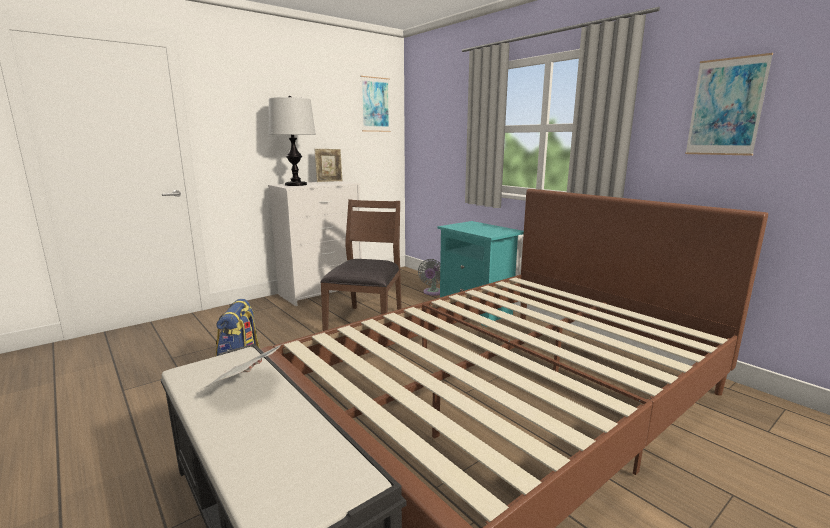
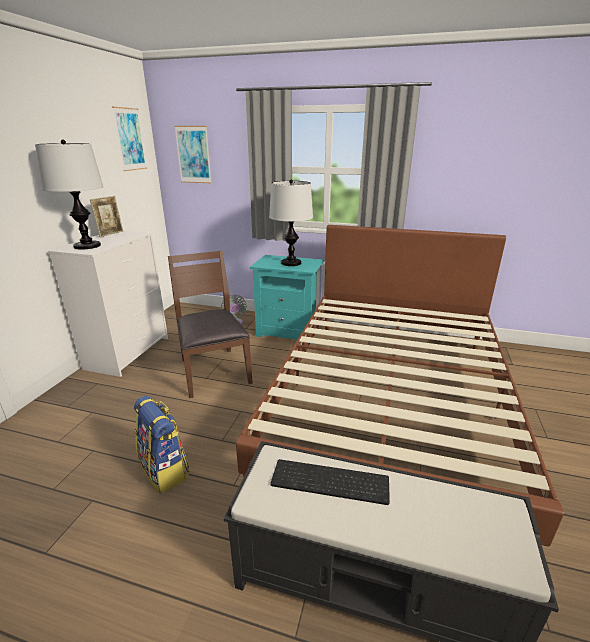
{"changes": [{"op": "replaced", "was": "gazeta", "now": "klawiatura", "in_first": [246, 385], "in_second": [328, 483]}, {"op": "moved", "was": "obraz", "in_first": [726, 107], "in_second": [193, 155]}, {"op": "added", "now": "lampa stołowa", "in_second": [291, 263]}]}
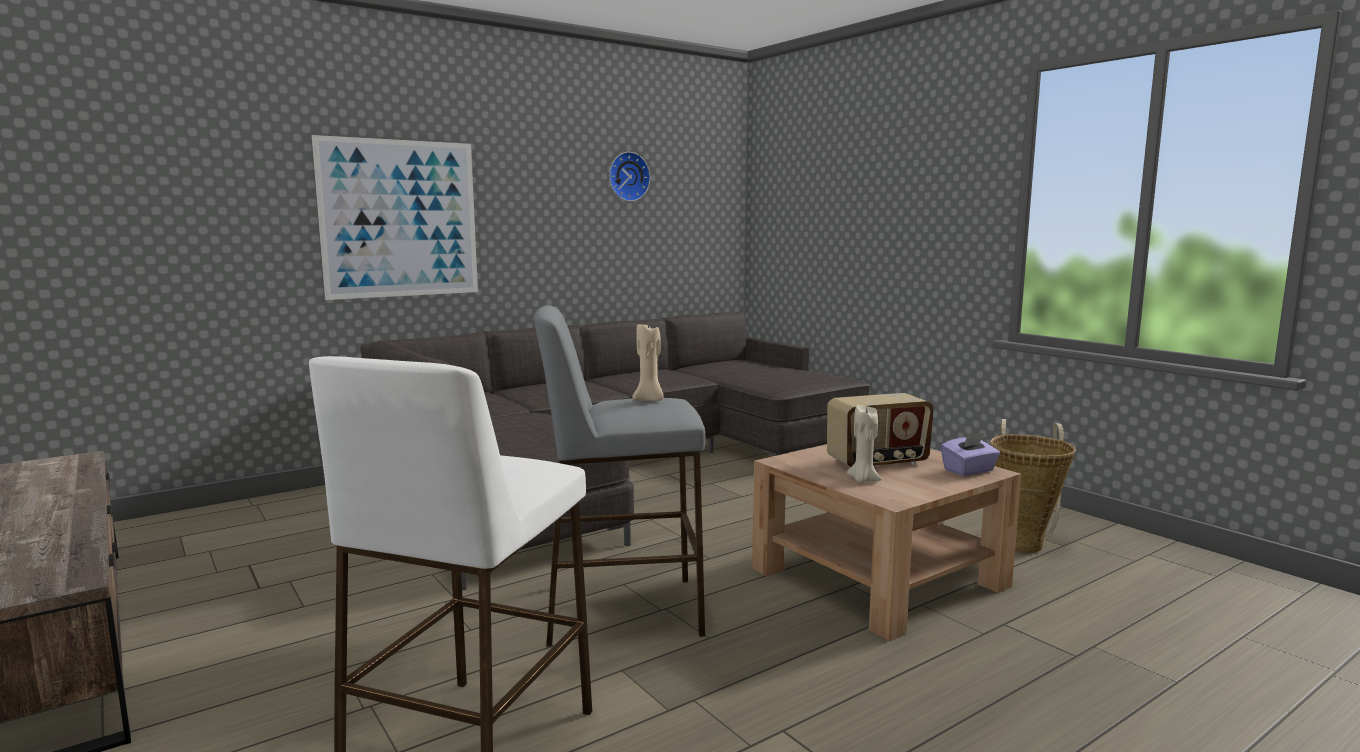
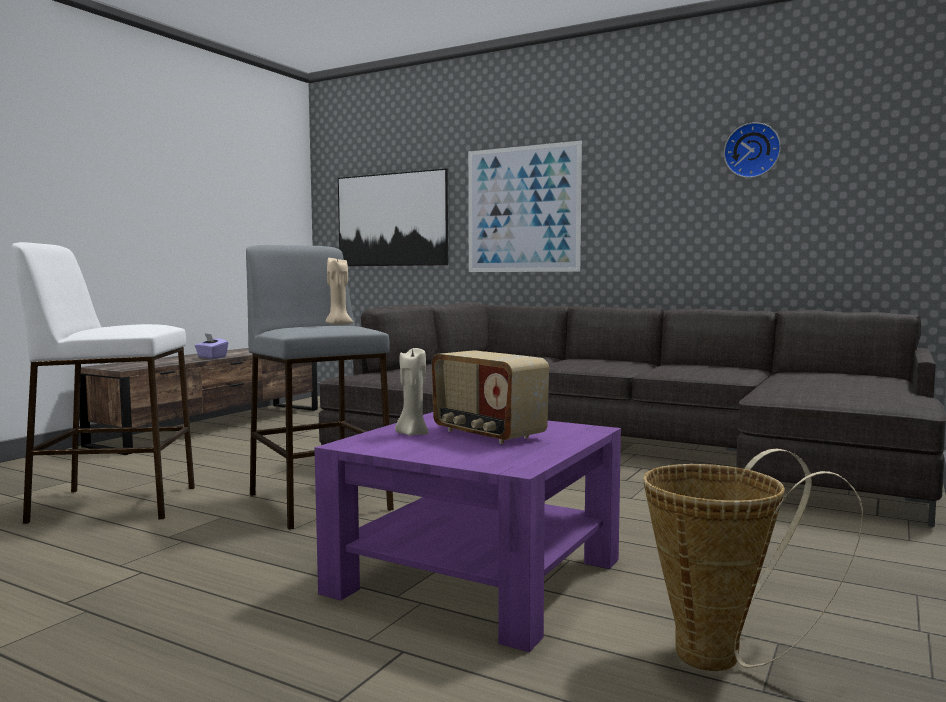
{"changes": [{"op": "recoloured", "was": "ława (brązowy)", "now": "ława (fioletowy)", "in_first": [878, 577], "in_second": [476, 576]}, {"op": "moved", "was": "pudełko chusteczek (fioletowy)", "in_first": [969, 471], "in_second": [211, 357]}, {"op": "added", "now": "obraz", "in_second": [391, 220]}]}
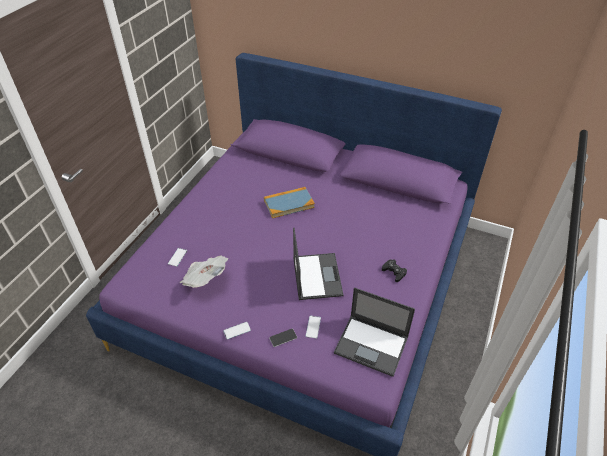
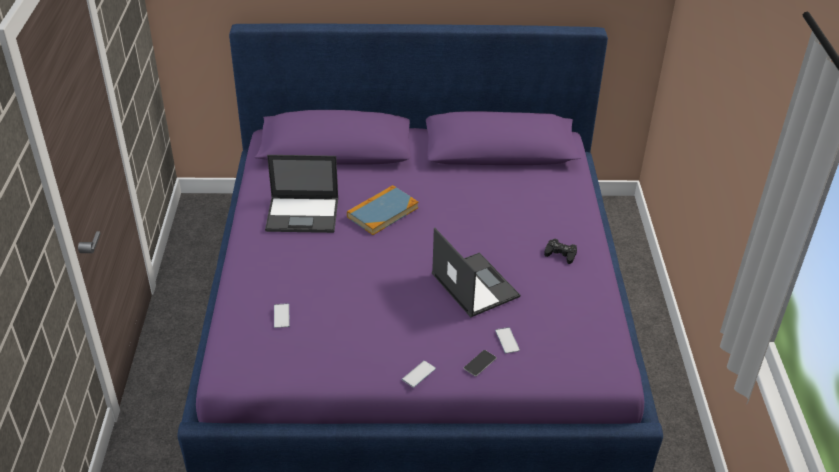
{"changes": [{"op": "removed", "was": "gazeta", "in_first": [205, 279]}, {"op": "moved", "was": "laptop", "in_first": [372, 345], "in_second": [303, 214]}]}
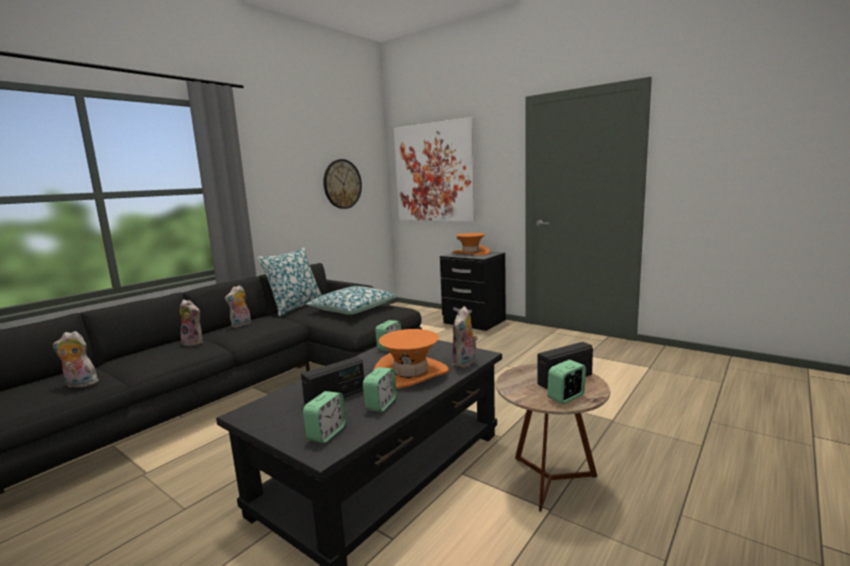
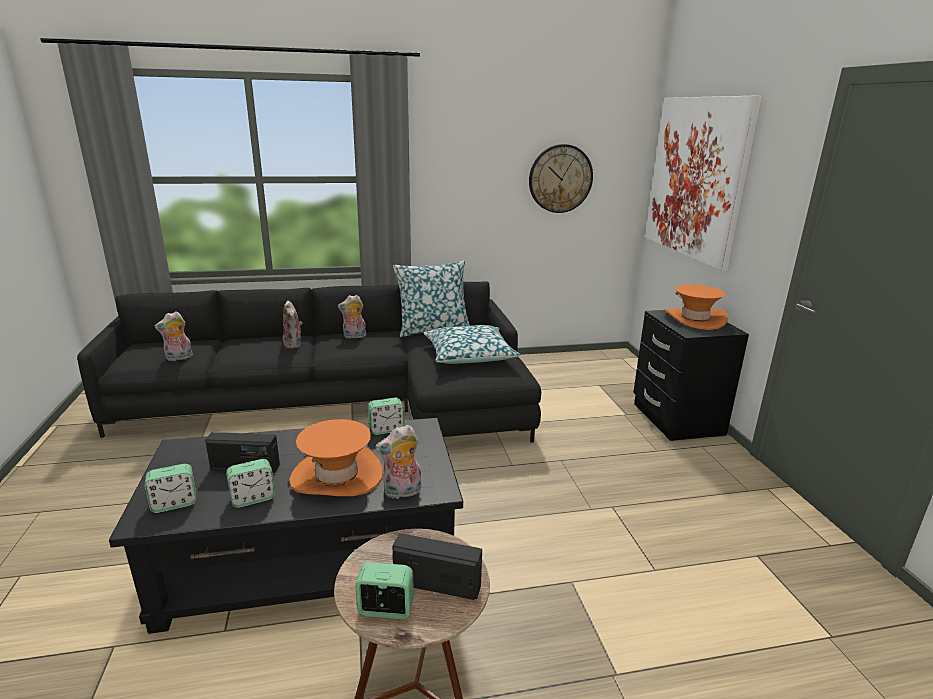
{"changes": [{"op": "turned", "was": "pluszak", "in_first": [79, 385], "in_second": [179, 358], "clockwise": -75}]}
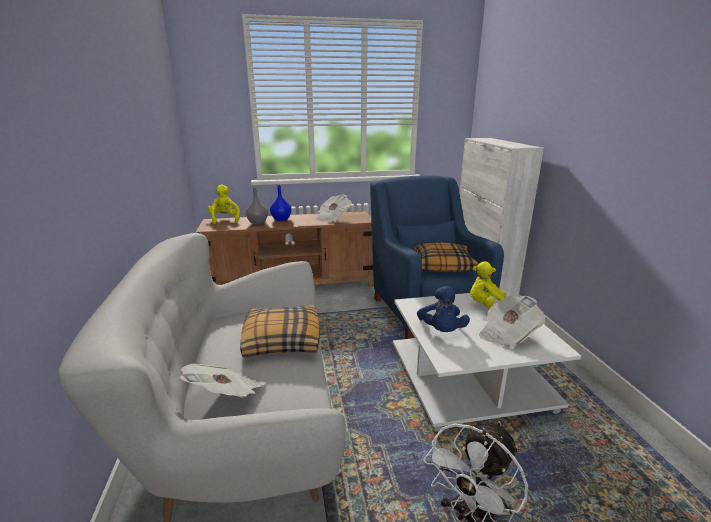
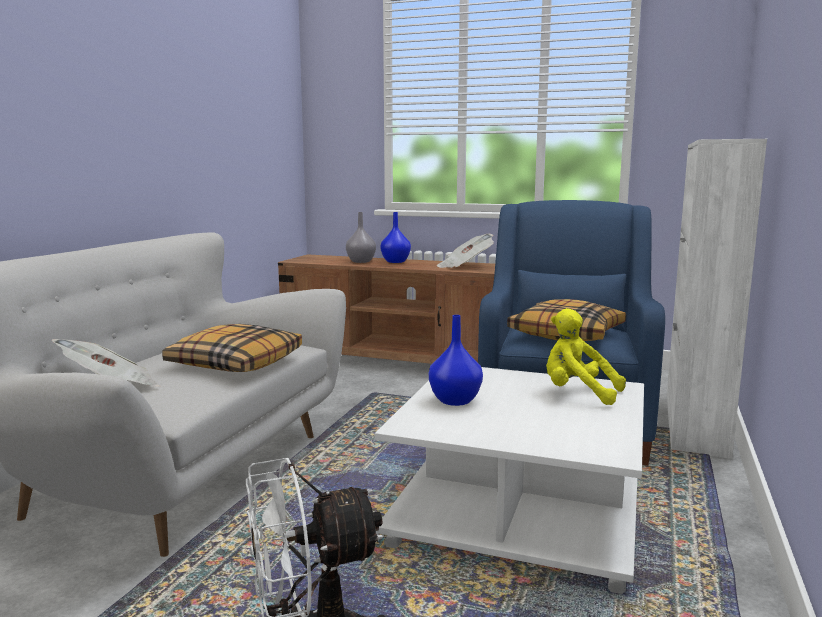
{"changes": [{"op": "removed", "was": "pluszak (żółty)", "in_first": [224, 220]}, {"op": "replaced", "was": "pluszak (niebieski)", "now": "wazon (niebieski)", "in_first": [441, 331], "in_second": [454, 401]}, {"op": "removed", "was": "gazeta", "in_first": [507, 334]}]}
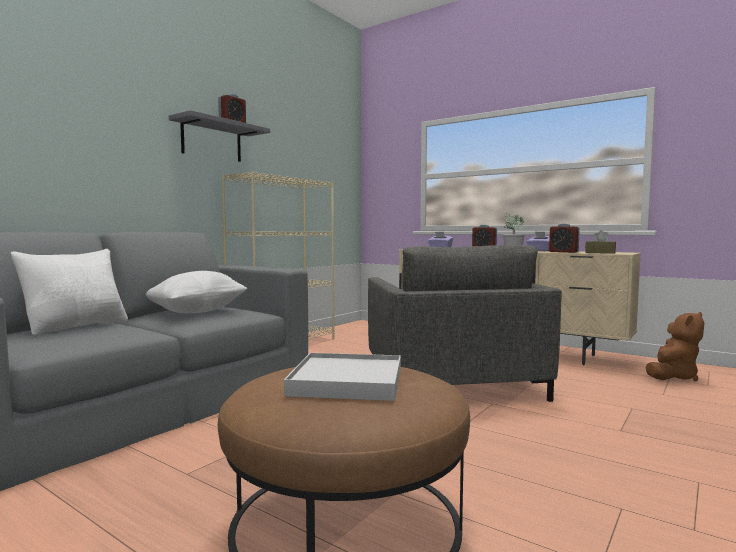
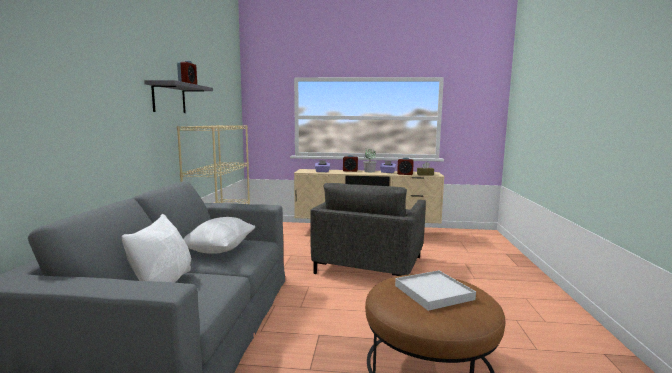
{"changes": [{"op": "turned", "was": "fotel (szary)", "in_first": [451, 383], "in_second": [369, 265], "clockwise": 60}, {"op": "removed", "was": "pluszak (brązowy)", "in_first": [672, 376]}]}
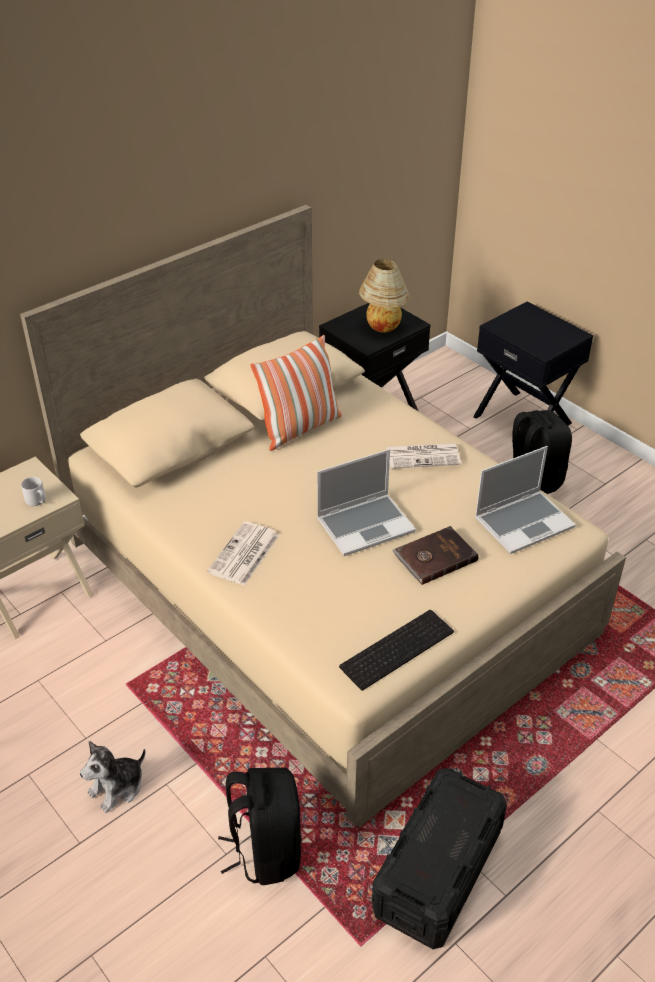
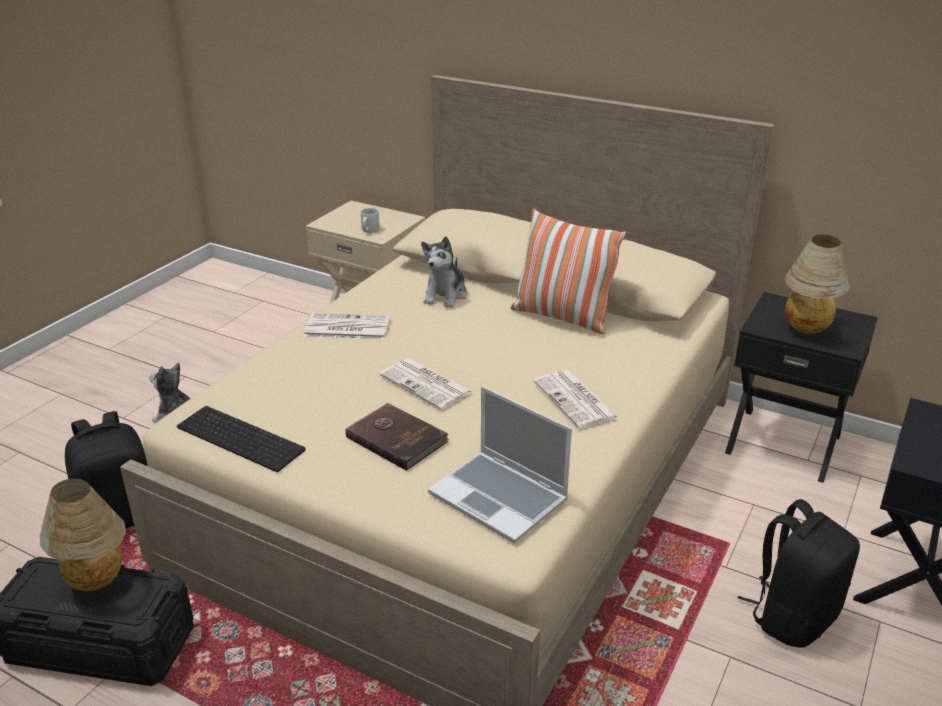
{"changes": [{"op": "replaced", "was": "laptop", "now": "gazeta", "in_first": [366, 525], "in_second": [427, 384]}, {"op": "added", "now": "lampa stołowa", "in_second": [98, 583]}, {"op": "added", "now": "pluszak", "in_second": [445, 295]}]}
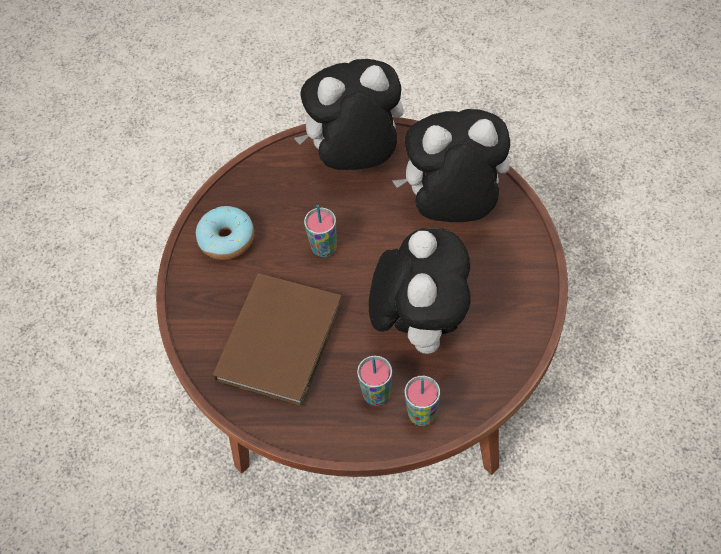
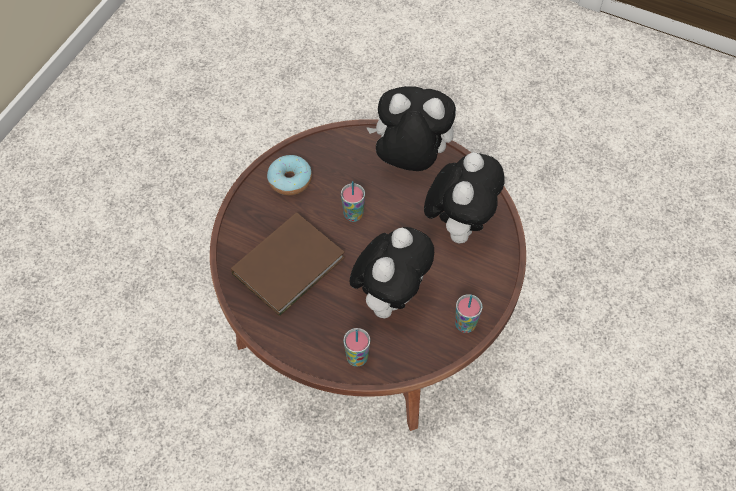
{"changes": [{"op": "moved", "was": "filiżanka", "in_first": [376, 394], "in_second": [465, 325]}, {"op": "turned", "was": "pluszak", "in_first": [452, 207], "in_second": [459, 224], "clockwise": 90}]}
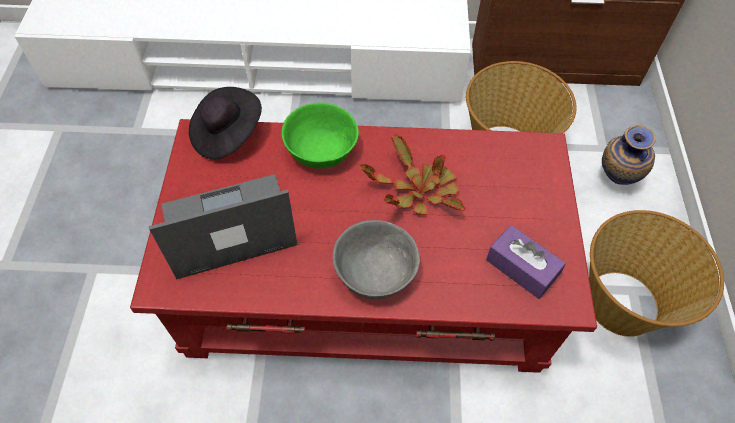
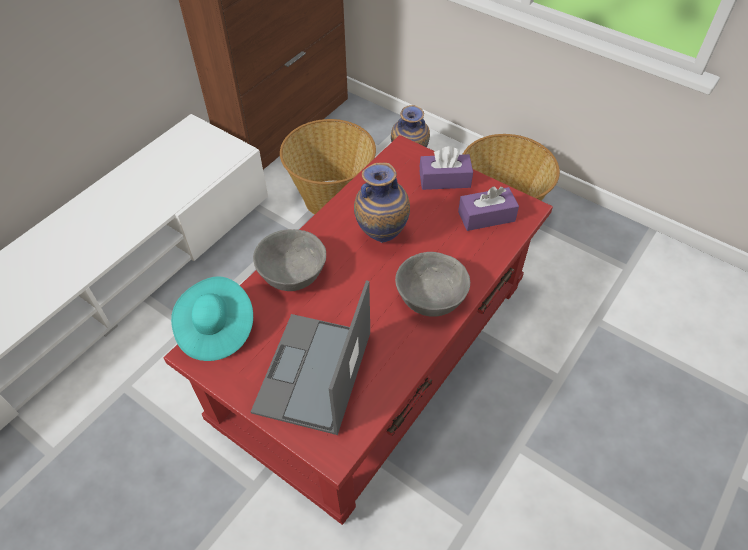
{"changes": [{"op": "recoloured", "was": "kapelusz (czarny)", "now": "kapelusz (turkusowy)", "in_first": [226, 134], "in_second": [216, 330]}, {"op": "recoloured", "was": "miska (zielony)", "now": "miska (szary)", "in_first": [321, 150], "in_second": [292, 273]}, {"op": "replaced", "was": "roślina doniczkowa", "now": "wazon", "in_first": [417, 192], "in_second": [381, 236]}, {"op": "added", "now": "pudełko chusteczek (fioletowy)", "in_second": [444, 179]}]}
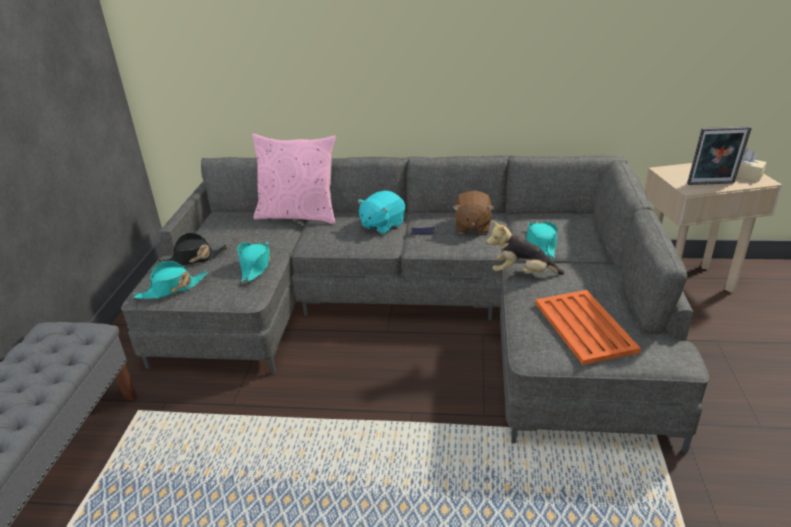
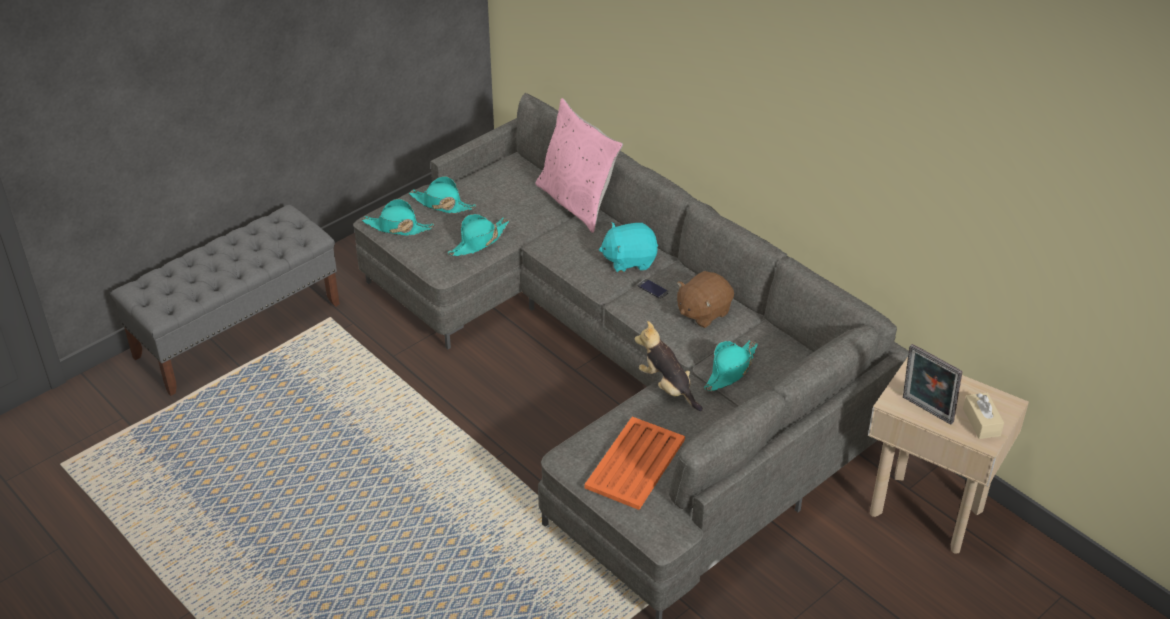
{"changes": [{"op": "recoloured", "was": "kapelusz (czarny)", "now": "kapelusz (turkusowy)", "in_first": [193, 259], "in_second": [442, 204]}]}
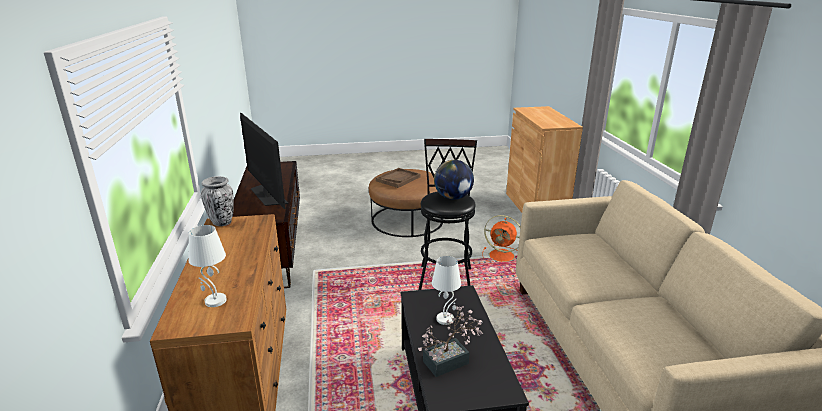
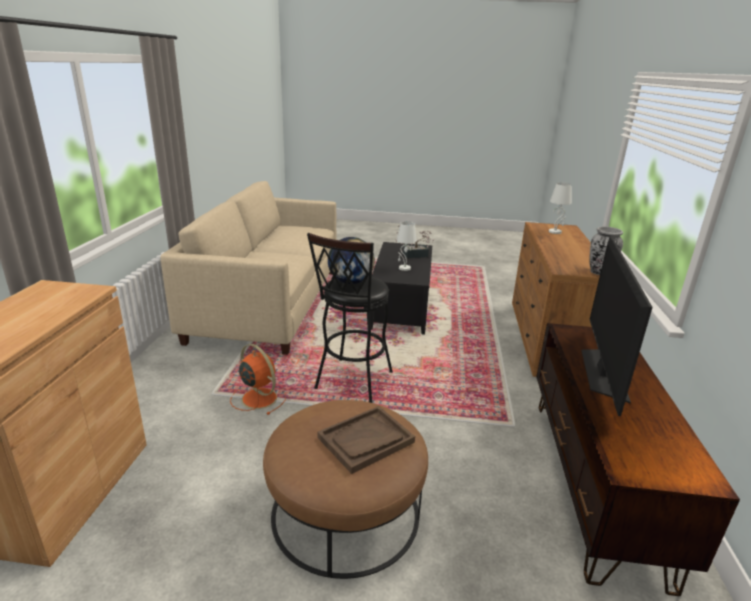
{"changes": [{"op": "turned", "was": "telewizor", "in_first": [268, 195], "in_second": [603, 372], "clockwise": -150}]}
